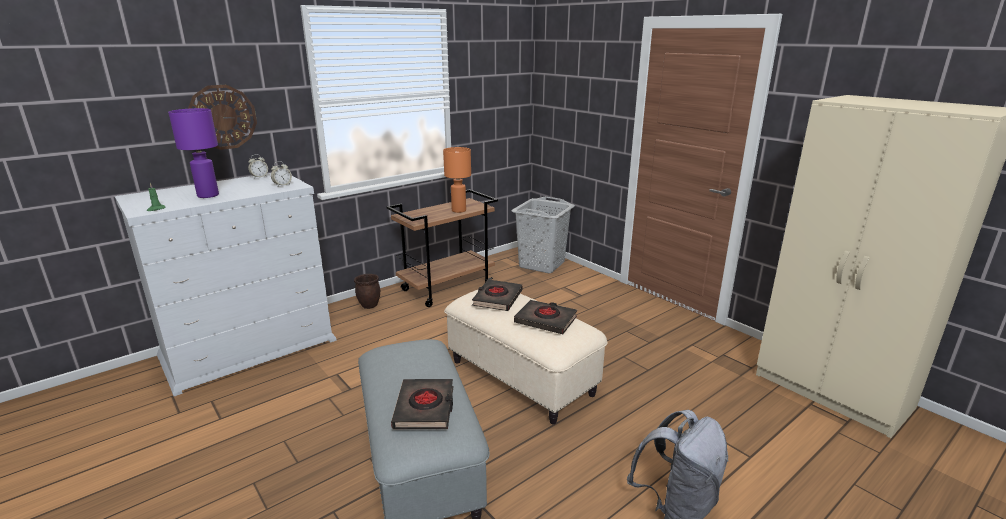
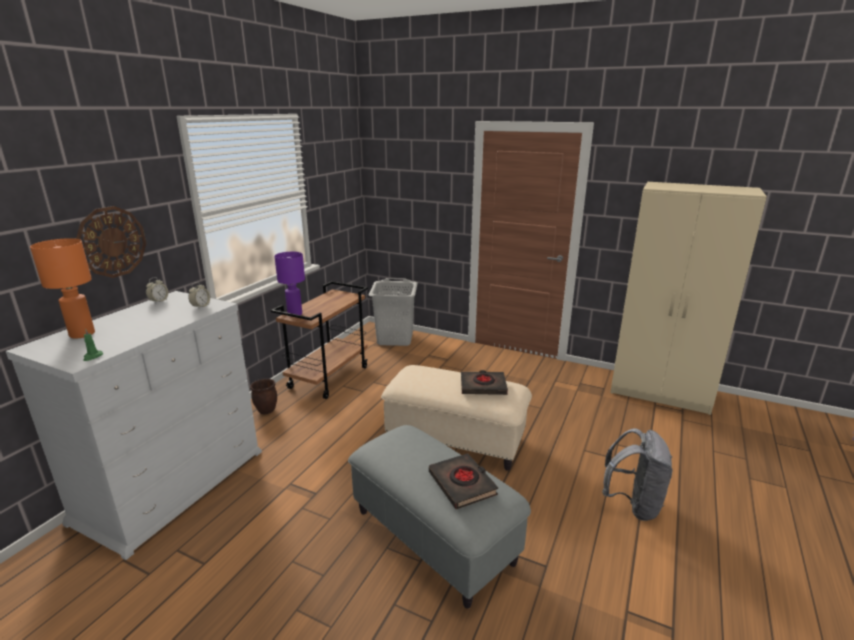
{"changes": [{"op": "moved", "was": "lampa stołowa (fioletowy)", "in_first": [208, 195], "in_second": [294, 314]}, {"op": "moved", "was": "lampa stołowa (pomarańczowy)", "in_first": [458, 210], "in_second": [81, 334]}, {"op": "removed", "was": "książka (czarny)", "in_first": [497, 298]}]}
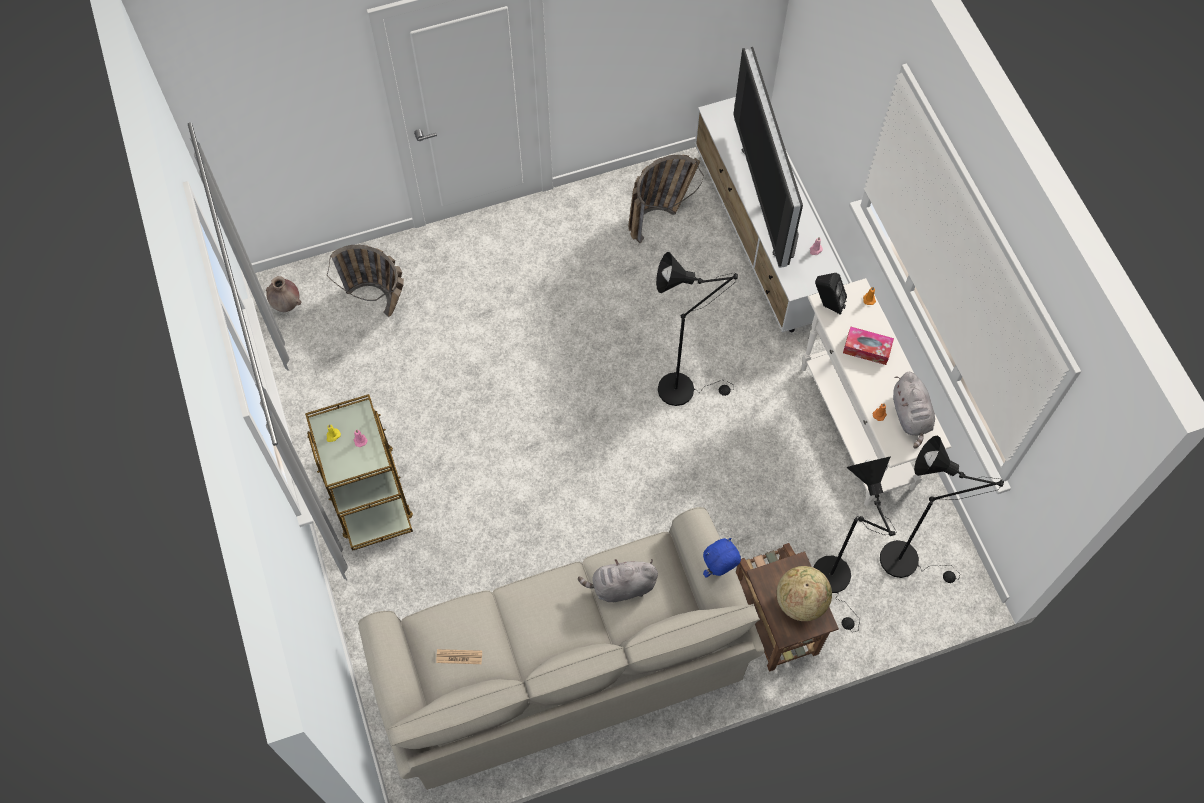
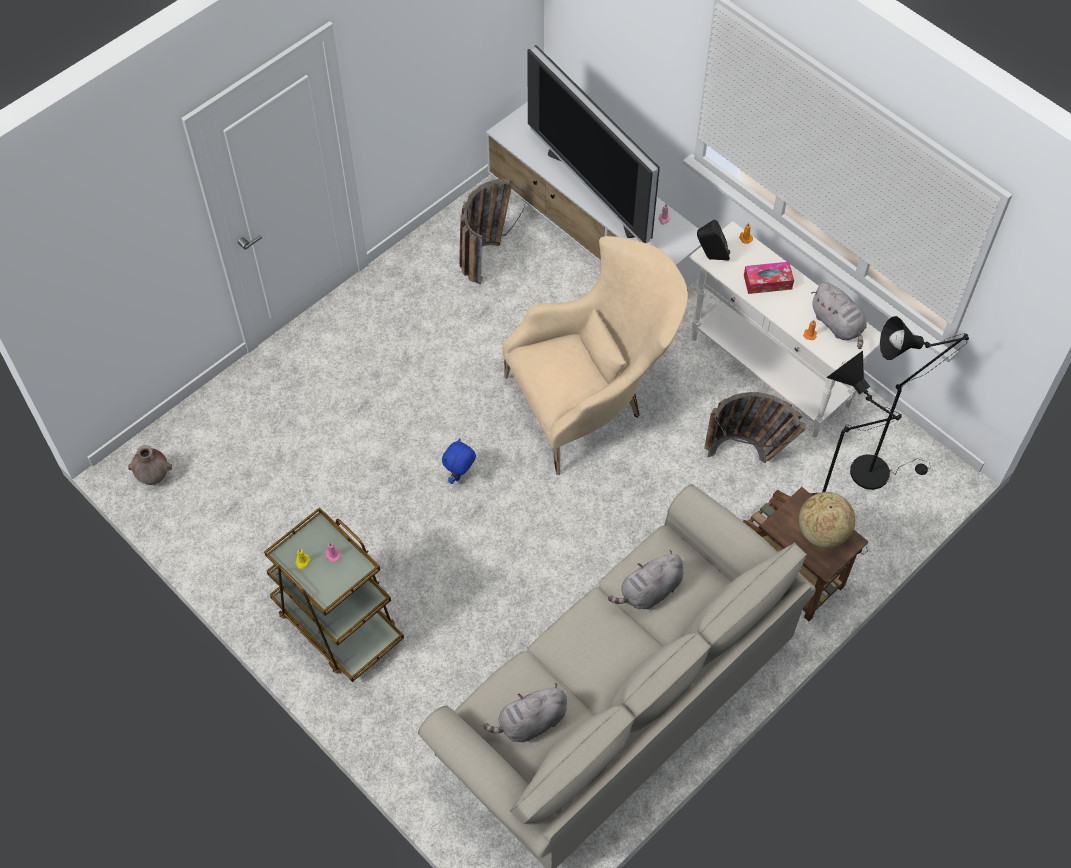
{"changes": [{"op": "moved", "was": "koszyk", "in_first": [382, 304], "in_second": [749, 453]}, {"op": "replaced", "was": "gazeta", "now": "pluszak (szary)", "in_first": [459, 657], "in_second": [530, 723]}, {"op": "replaced", "was": "lampa stojąca (czarny)", "now": "fotel (beżowy)", "in_first": [683, 388], "in_second": [592, 400]}, {"op": "moved", "was": "pluszak (niebieski)", "in_first": [718, 570], "in_second": [460, 476]}]}
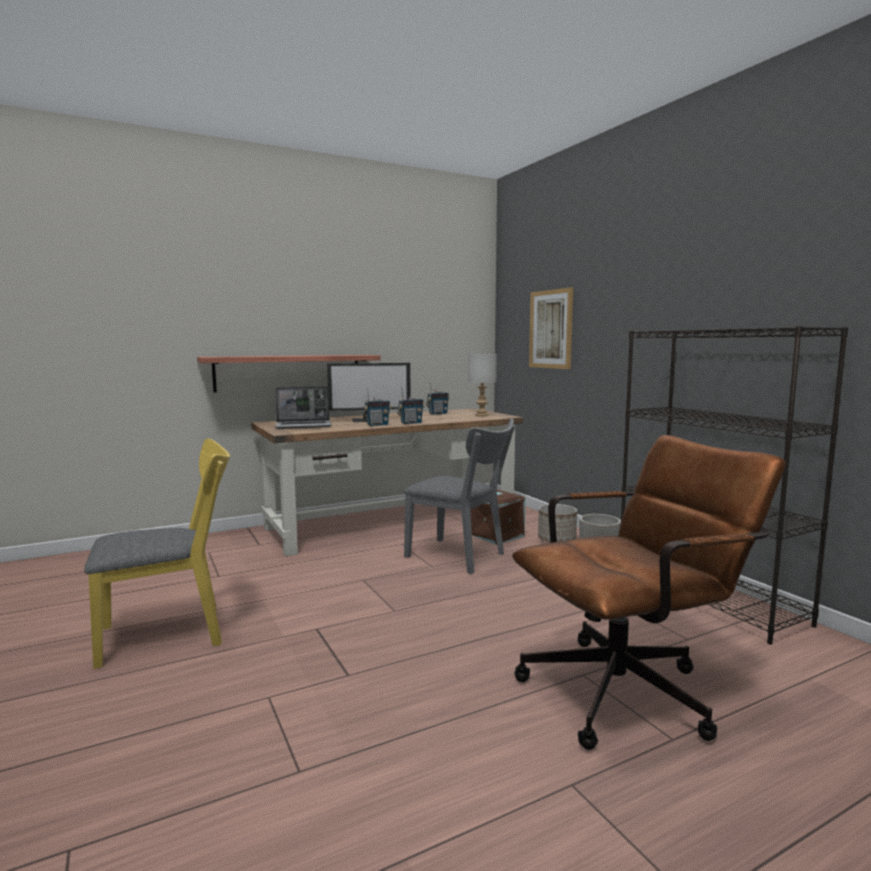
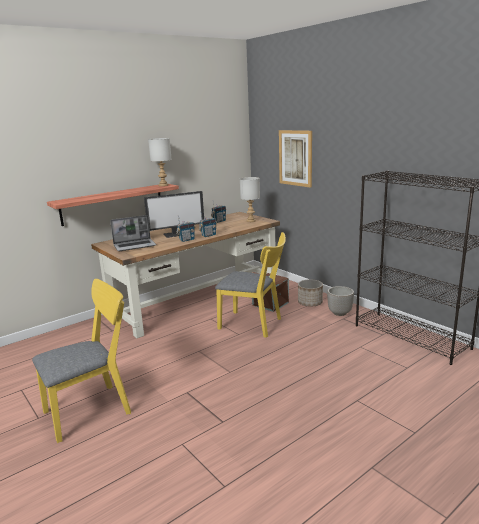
{"changes": [{"op": "recoloured", "was": "krzesło (szary)", "now": "krzesło (żółty)", "in_first": [461, 557], "in_second": [254, 324]}, {"op": "removed", "was": "krzesło biurowe (brązowy)", "in_first": [631, 689]}, {"op": "added", "now": "lampa stołowa (szary)", "in_second": [163, 185]}]}
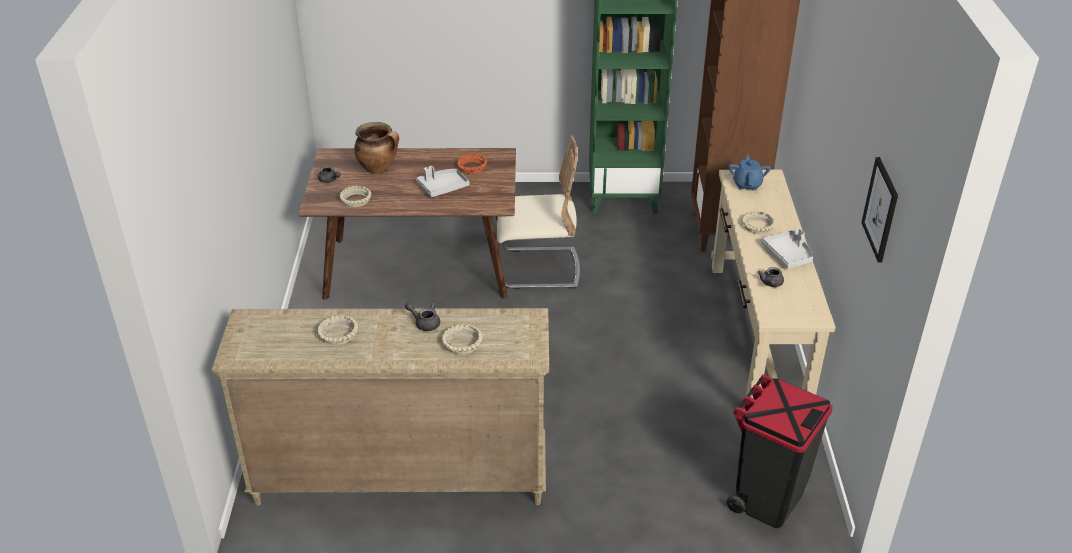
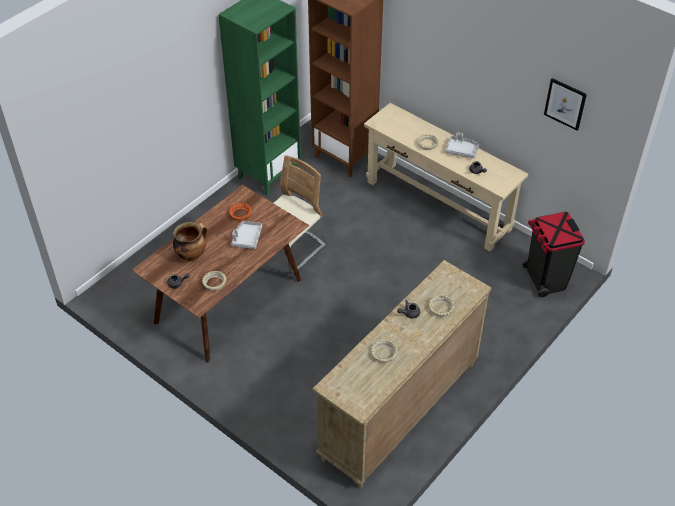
{"changes": [{"op": "removed", "was": "imbryk (niebieski)", "in_first": [747, 184]}]}
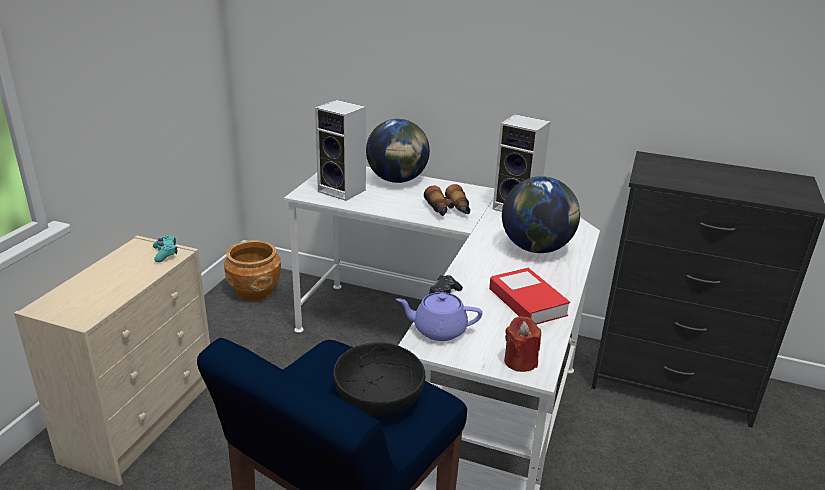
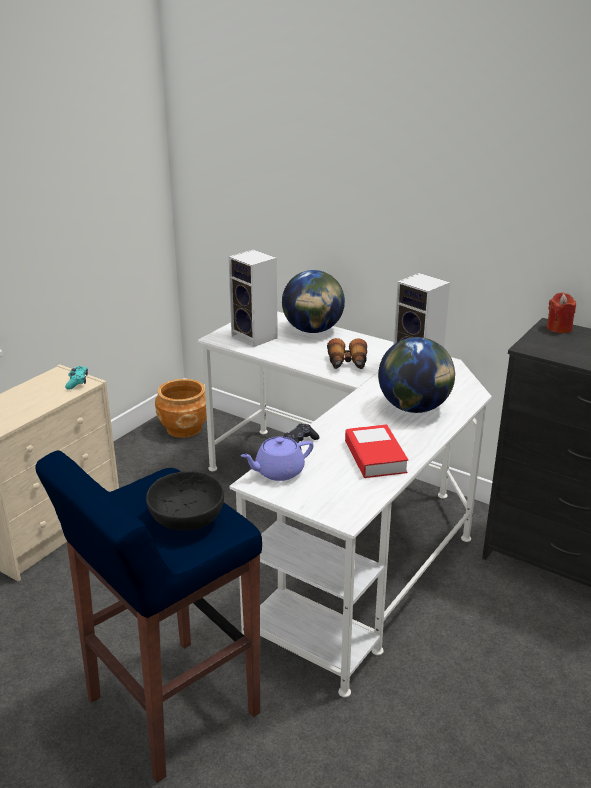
{"changes": [{"op": "turned", "was": "imbryk (fioletowy)", "in_first": [438, 330], "in_second": [278, 472], "clockwise": -45}, {"op": "moved", "was": "świeca (czerwony)", "in_first": [520, 361], "in_second": [559, 328]}]}
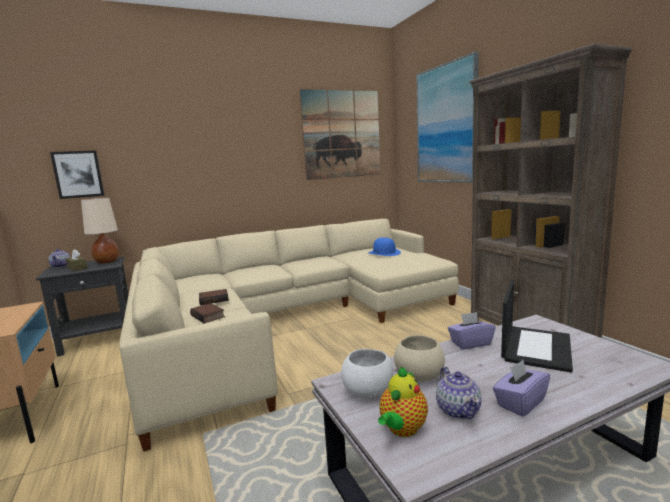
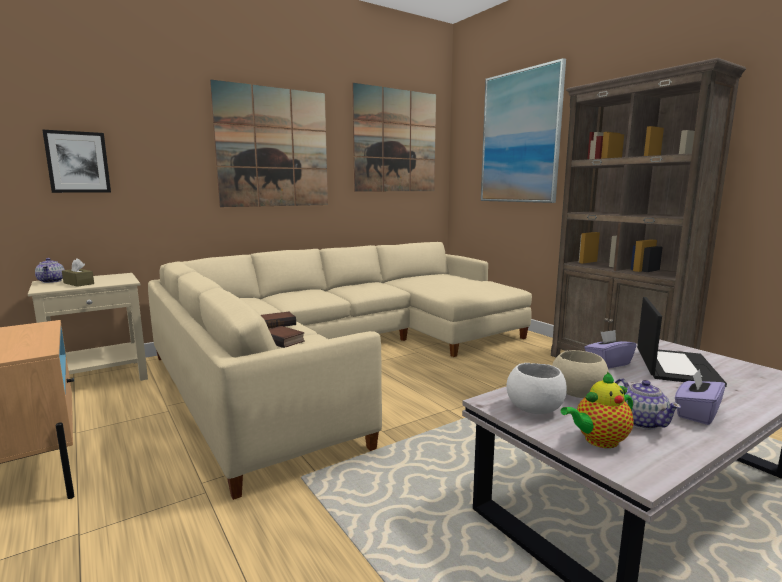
{"changes": [{"op": "recoloured", "was": "stolik (czarny)", "now": "stolik (beżowy)", "in_first": [99, 339], "in_second": [100, 377]}, {"op": "removed", "was": "lampa stołowa (beżowy)", "in_first": [107, 261]}, {"op": "removed", "was": "kapelusz (niebieski)", "in_first": [384, 253]}, {"op": "turned", "was": "imbryk", "in_first": [402, 429], "in_second": [598, 441], "clockwise": 45}, {"op": "added", "now": "obraz", "in_second": [273, 148]}]}
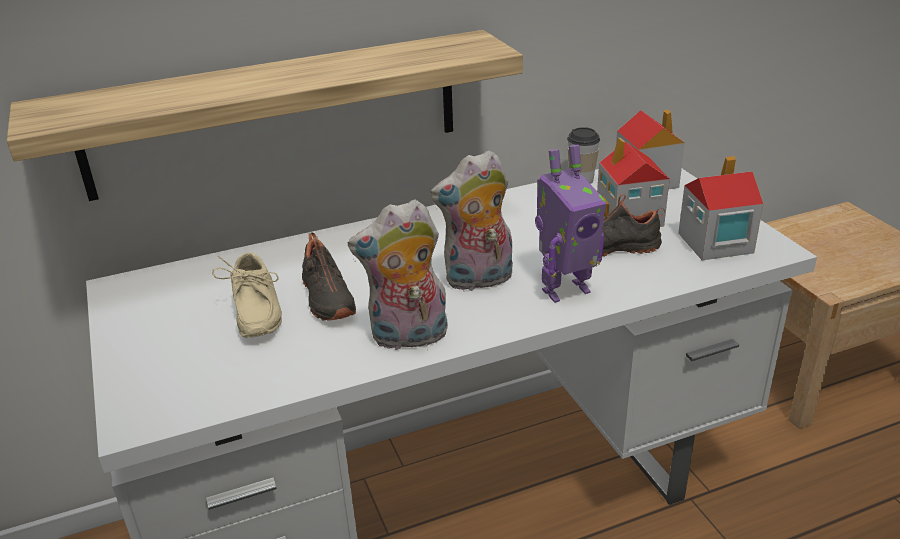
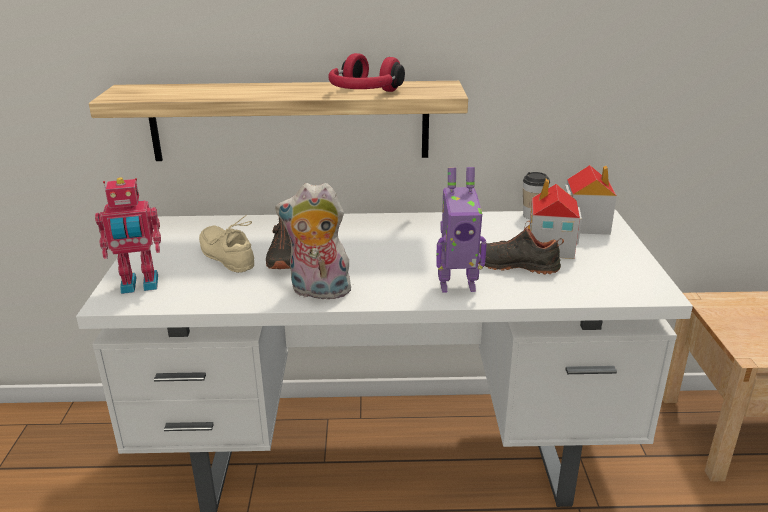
{"changes": [{"op": "turned", "was": "but (beżowy)", "in_first": [252, 313], "in_second": [229, 255], "clockwise": 135}, {"op": "removed", "was": "pluszak", "in_first": [478, 280]}, {"op": "removed", "was": "domek", "in_first": [714, 243]}, {"op": "added", "now": "robot zabawkowy", "in_second": [139, 285]}, {"op": "added", "now": "słuchawki (czerwony)", "in_second": [363, 93]}]}
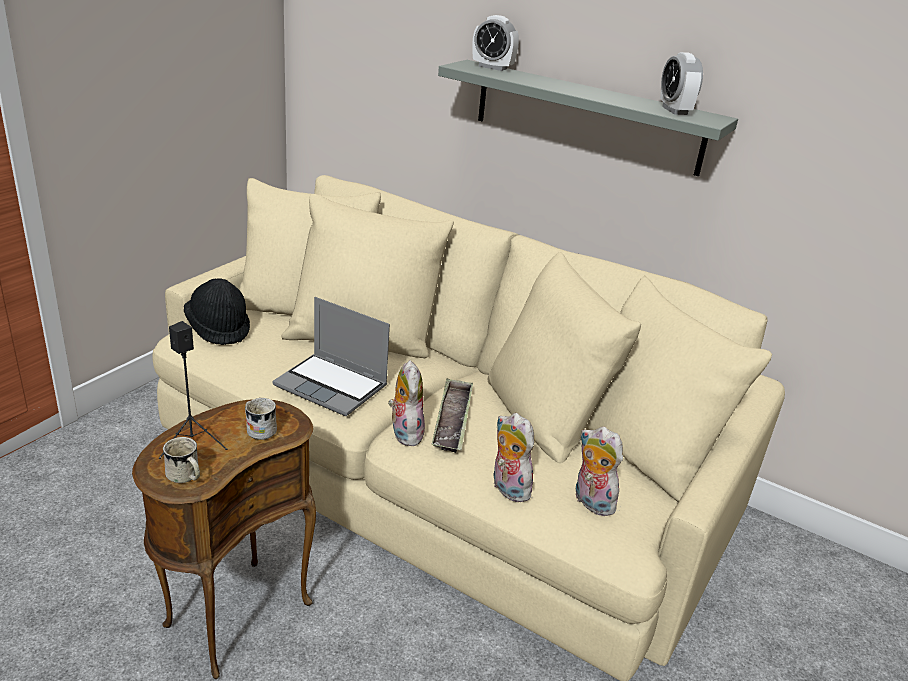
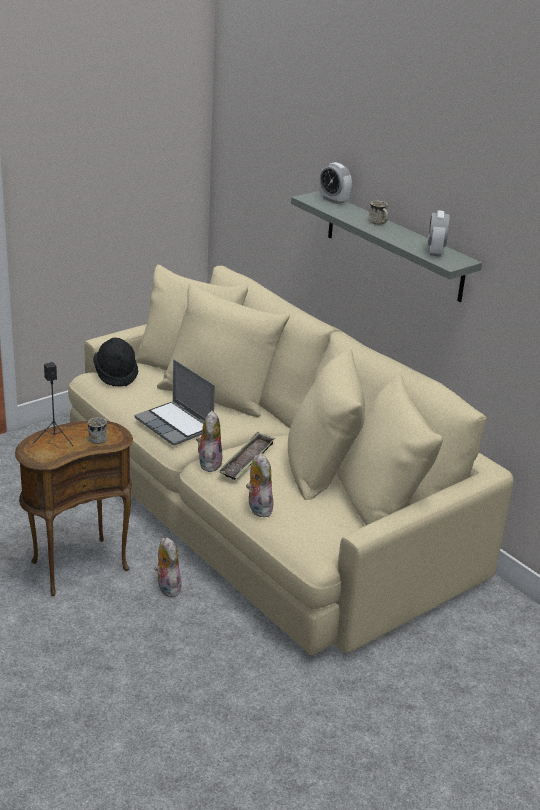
{"changes": [{"op": "moved", "was": "kubek (biały)", "in_first": [185, 477], "in_second": [378, 223]}, {"op": "moved", "was": "pluszak", "in_first": [590, 502], "in_second": [166, 587]}]}
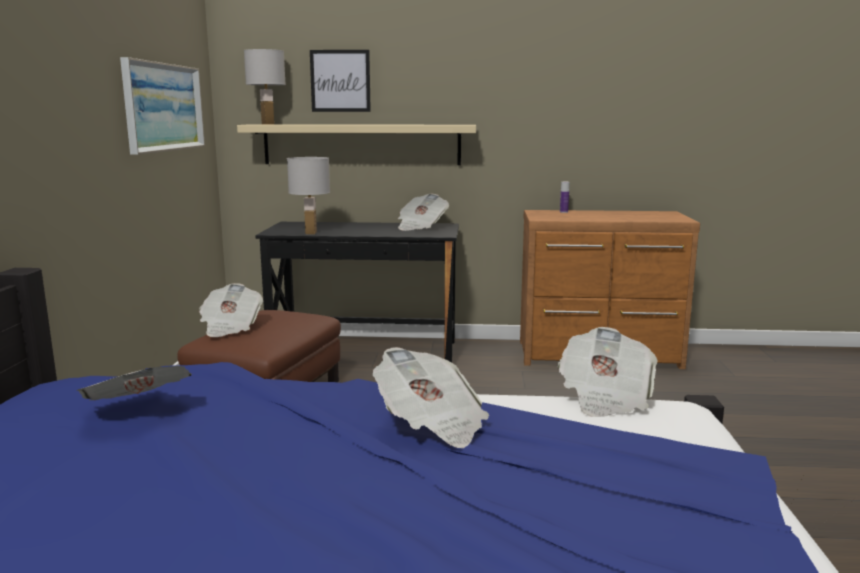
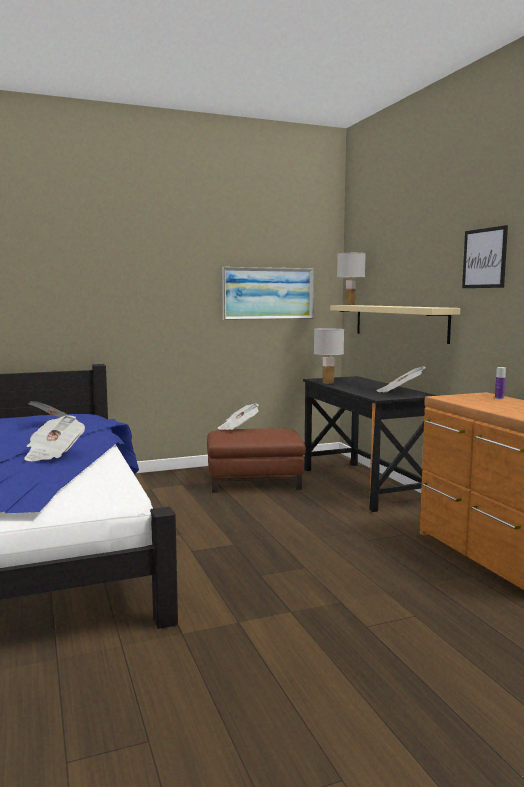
{"changes": [{"op": "moved", "was": "obraz", "in_first": [340, 81], "in_second": [484, 258]}, {"op": "removed", "was": "gazeta", "in_first": [604, 397]}]}
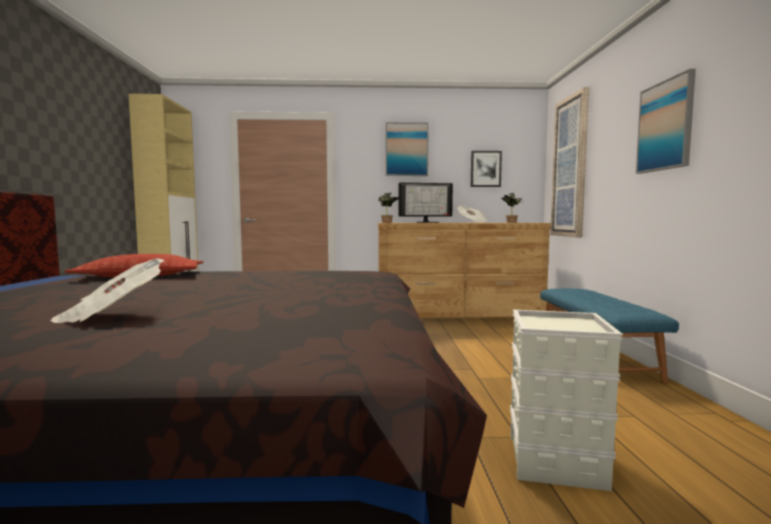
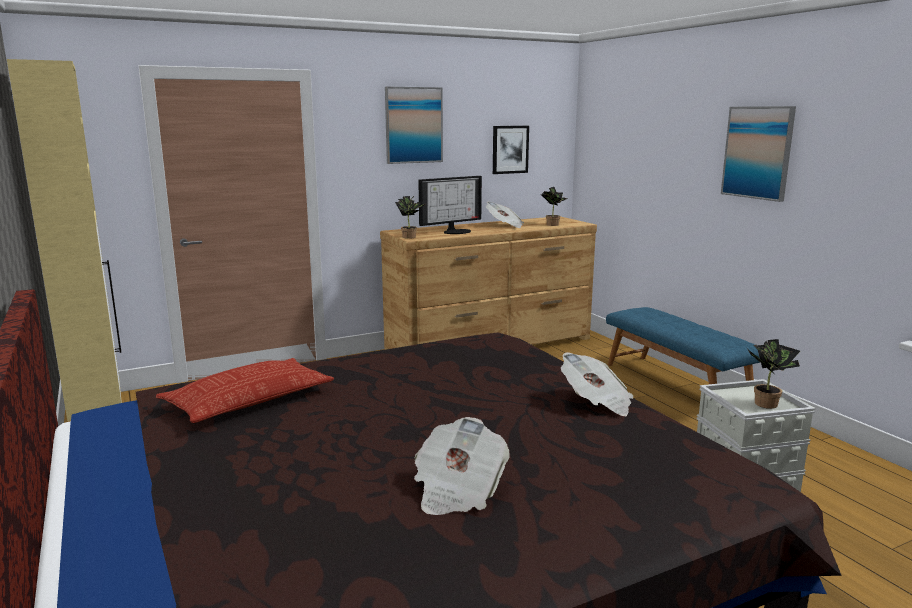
{"changes": [{"op": "removed", "was": "obraz", "in_first": [570, 167]}, {"op": "added", "now": "gazeta", "in_second": [596, 402]}, {"op": "added", "now": "roślina doniczkowa", "in_second": [767, 403]}]}
